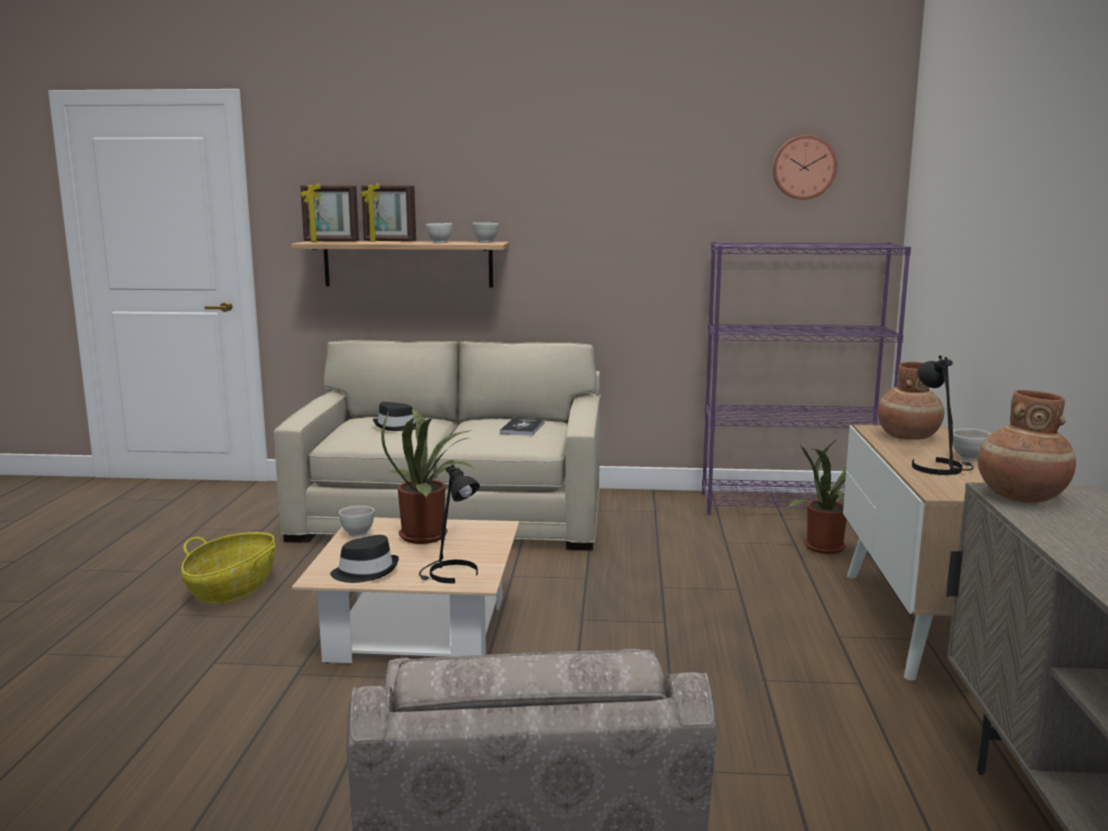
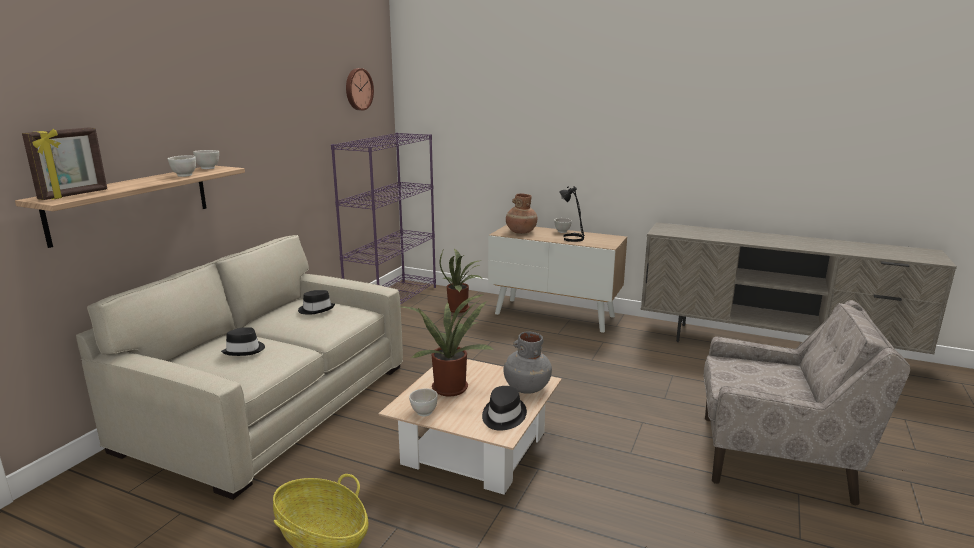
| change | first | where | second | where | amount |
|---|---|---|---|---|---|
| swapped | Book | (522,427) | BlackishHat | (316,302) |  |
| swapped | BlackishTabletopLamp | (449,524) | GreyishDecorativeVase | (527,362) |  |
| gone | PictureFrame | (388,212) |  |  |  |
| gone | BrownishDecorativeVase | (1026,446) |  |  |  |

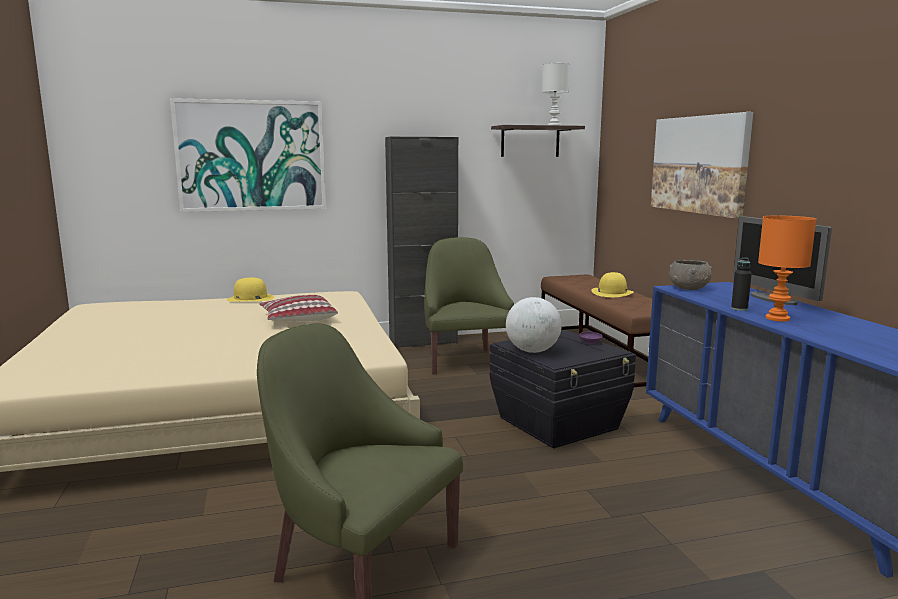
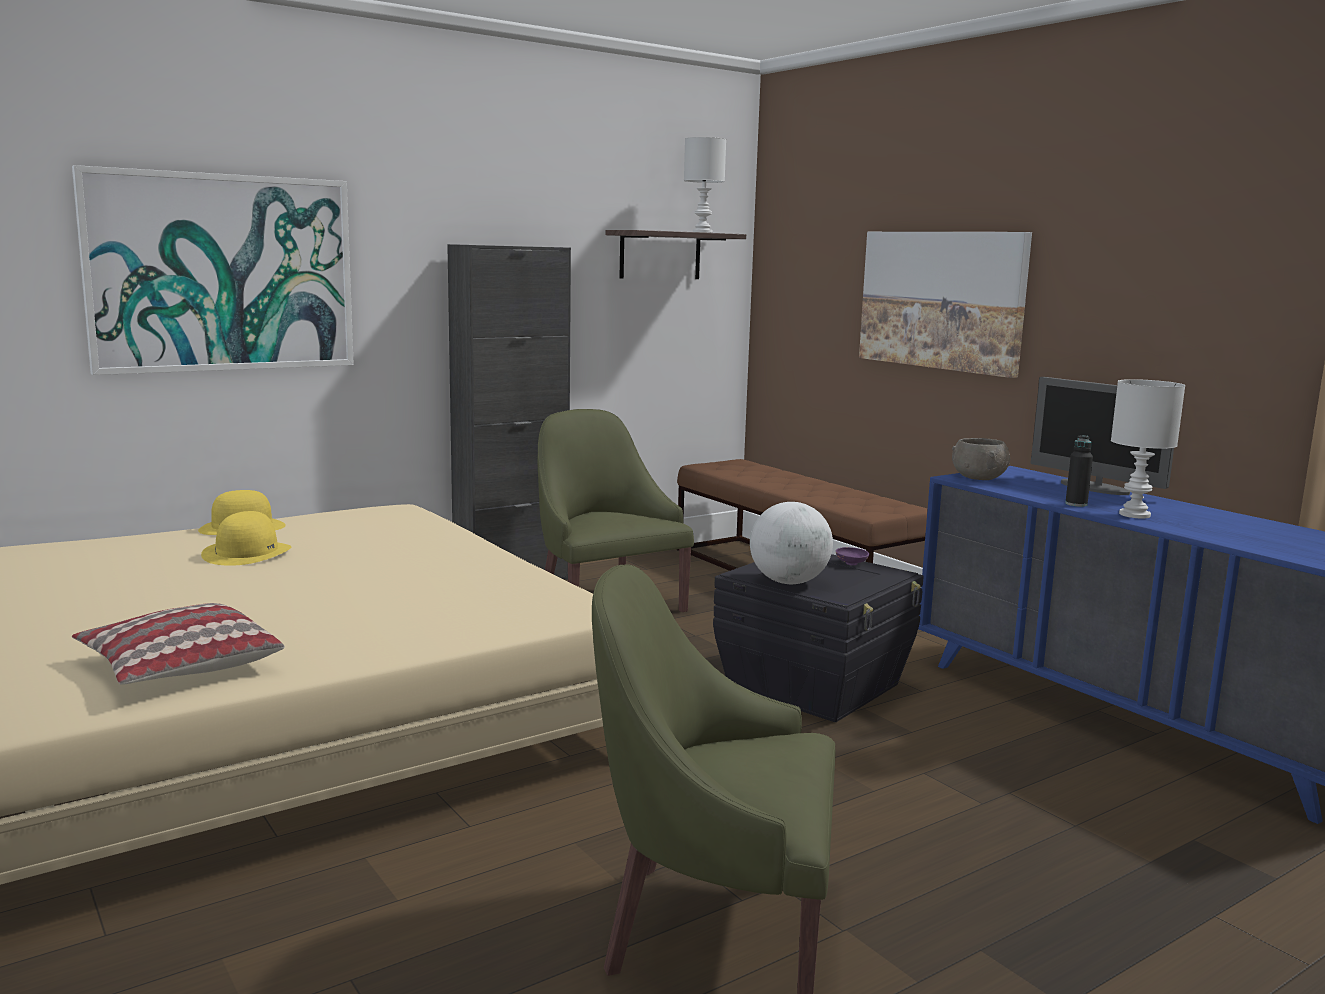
| change | first | where | second | where | amount |
|---|---|---|---|---|---|
| shifted | ThrowPillow | (298,308) |  | (178,644) |  |
| shifted | YellowishHat | (613,284) |  | (246,538) |  |
| repainted | OrangeColouredTabletopLamp | (787,268) | WhitishTabletopLamp | (1148,449) |  |

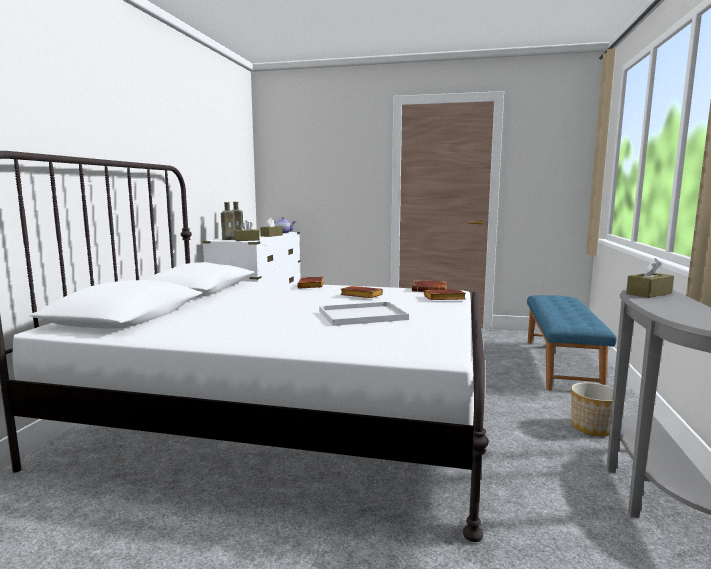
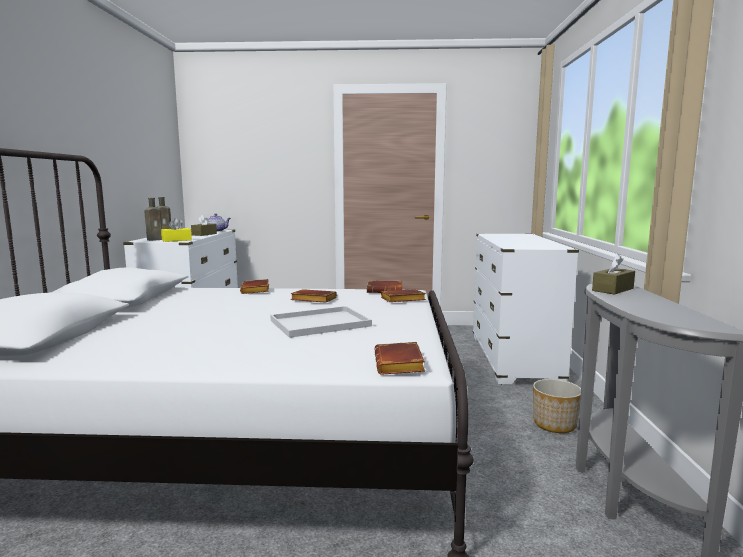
| change | first | where | second | where | amount |
|---|---|---|---|---|---|
| repainted | BrownishBoxOfTissues | (247,230) | YellowishBoxOfTissues | (176,230) |  |
| new |  |  | BrownishBook | (399,358) |  |
| swapped | BlueColouredIndoorBench | (572,342) | WhitishDrawerChest | (526,308) |  |

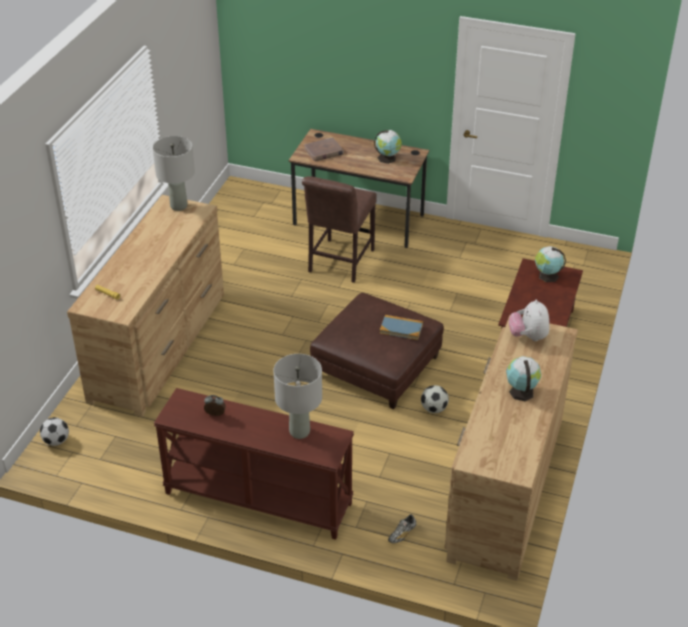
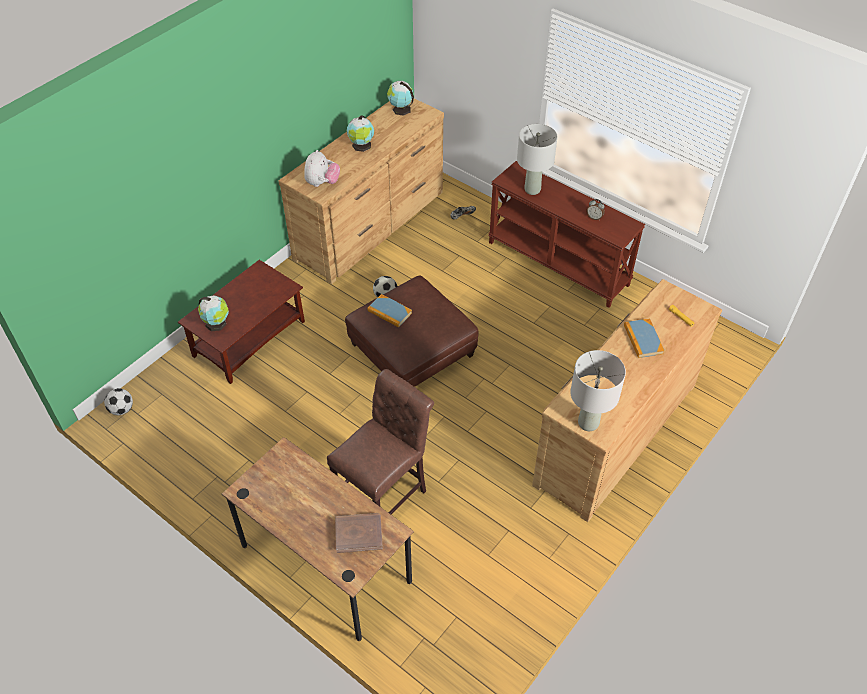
| change | first | where | second | where | amount |
|---|---|---|---|---|---|
| shifted | FootballBall | (54,431) |  | (118,401) |  |
| shifted | Globe | (388,147) |  | (400,98) |  |
| new |  |  | Book | (644,338) |  |

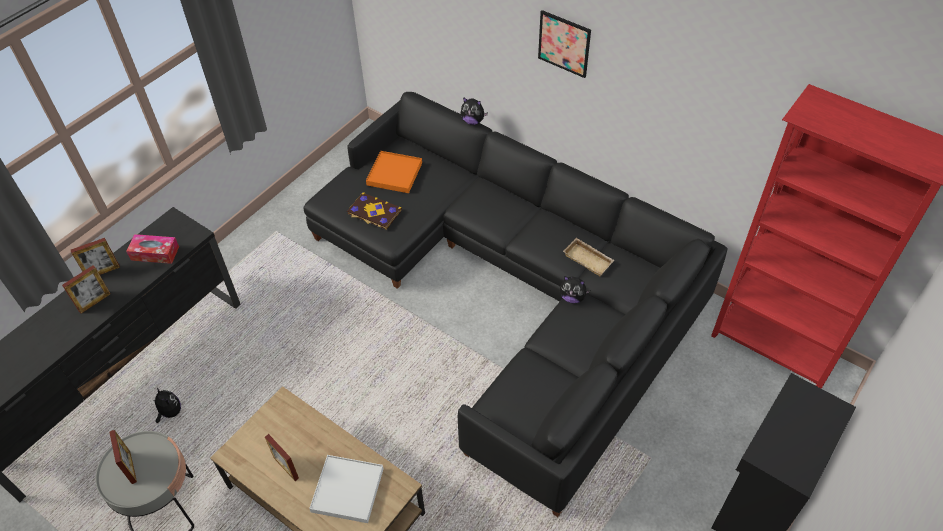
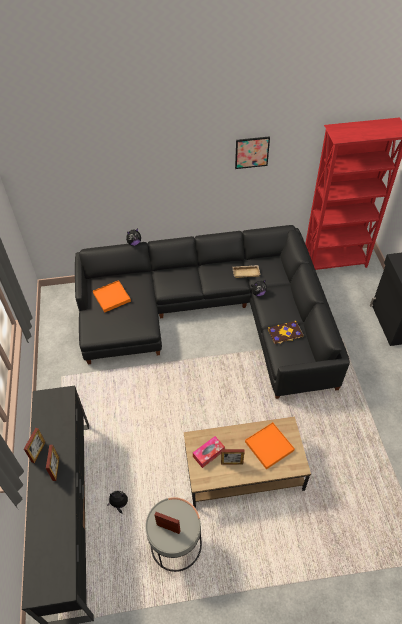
| change | first | where | second | where | amount |
|---|---|---|---|---|---|
| shifted | BoxOfTissues | (152,249) |  | (209,452) |  |
| shifted | Picture | (564,44) |  | (252,152) |  |
| repainted | WhitishTray | (346,489) | OrangeColouredTray | (270,445) |  |
| shifted | Book | (374,211) |  | (286,332) |  |

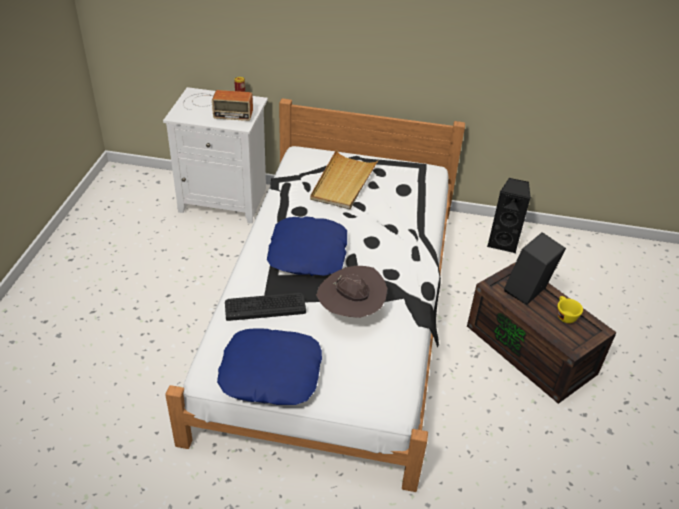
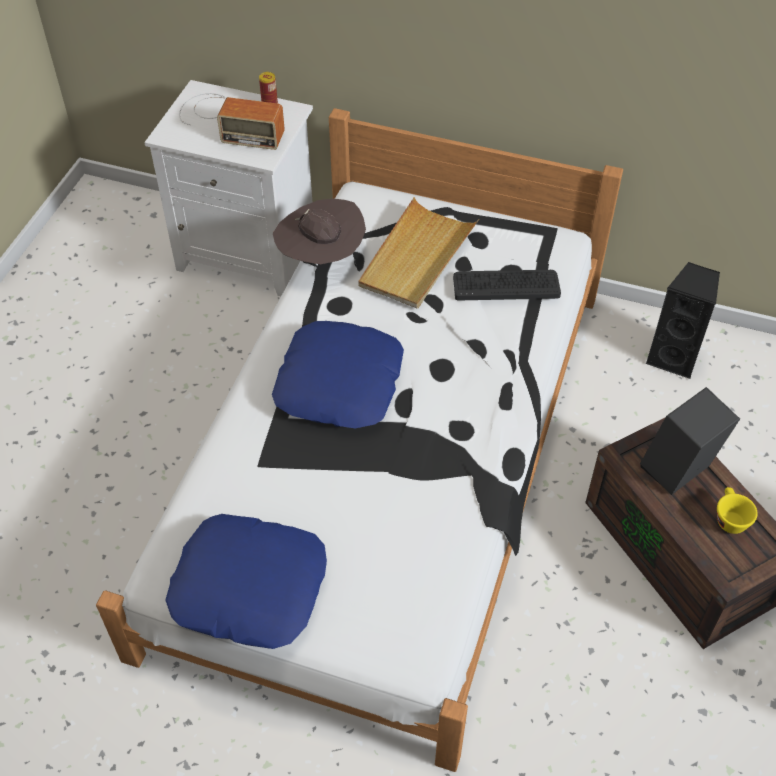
| change | first | where | second | where | amount |
|---|---|---|---|---|---|
| shifted | BrownishHat | (351,292) |  | (319,231) |  |
| shifted | Keyboard | (265,307) |  | (507,285) |  |

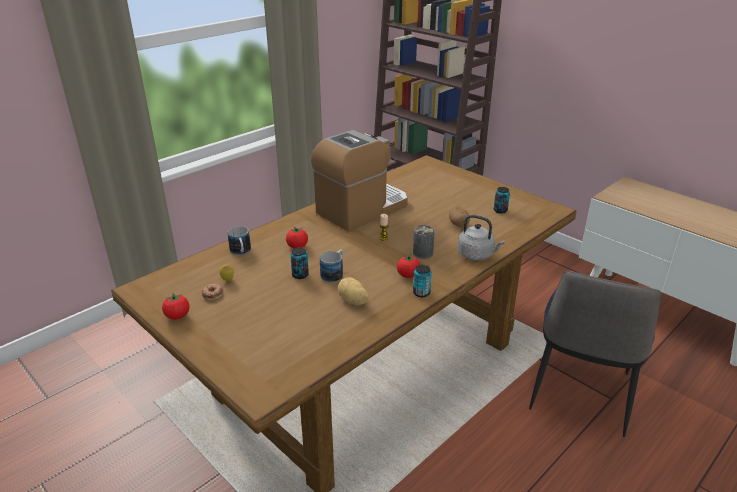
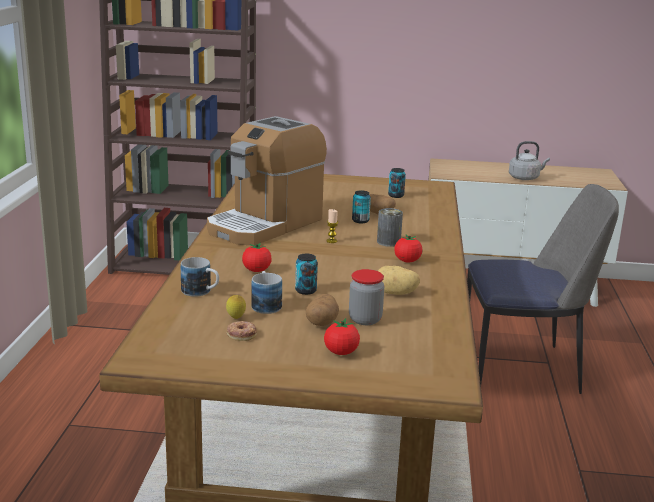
| change | first | where | second | where | amount |
|---|---|---|---|---|---|
| rotated | CoffeeMaker | (359,181) |  | (267,180) | 150 degrees counterclockwise |
| shifted | CoffeeMug | (331,266) |  | (266,292) |  |
| new |  |  | WholePotato | (322,310) |  |
| shifted | Tomato | (176,306) |  | (342,336) |  |
| new |  |  | StorageJar | (366,297) |  |
| shifted | SealedCan | (422,281) |  | (361,206) |  |
| rotated | PlainChair | (595,354) |  | (543,289) | 75 degrees counterclockwise |
| shifted | GreyishWaterKettle | (481,237) |  | (529,160) |  |

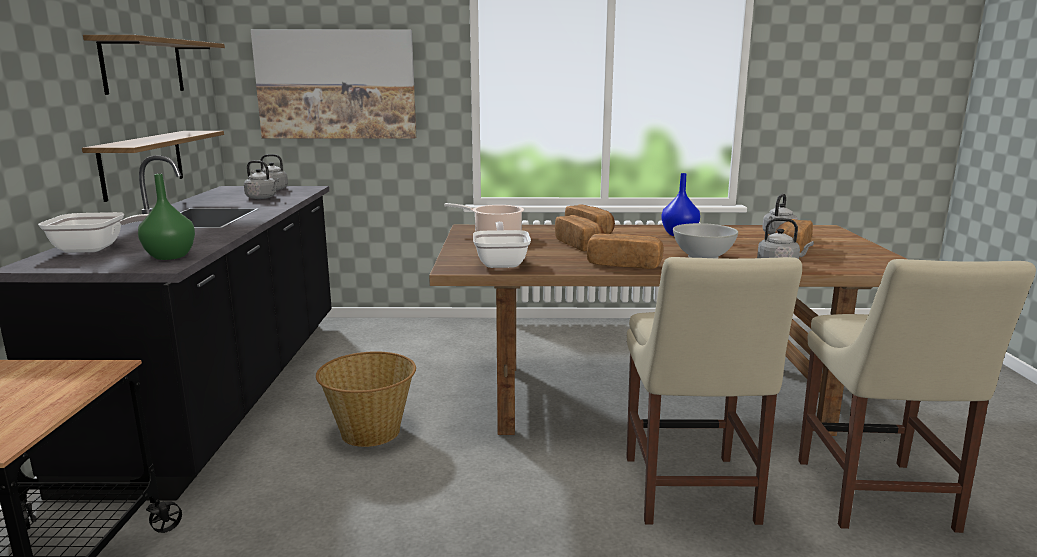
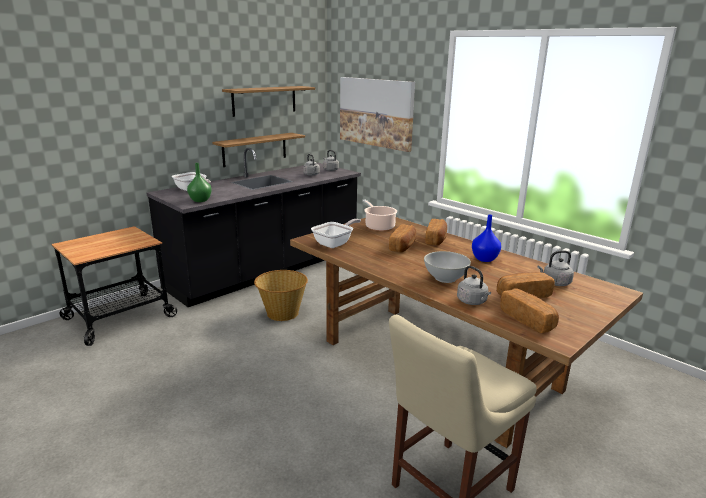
| change | first | where | second | where | amount |
|---|---|---|---|---|---|
| shifted | BakeryBread | (625,251) |  | (529,310) |  |
| gone | BeigePlainChair | (714,391) |  |  |  |

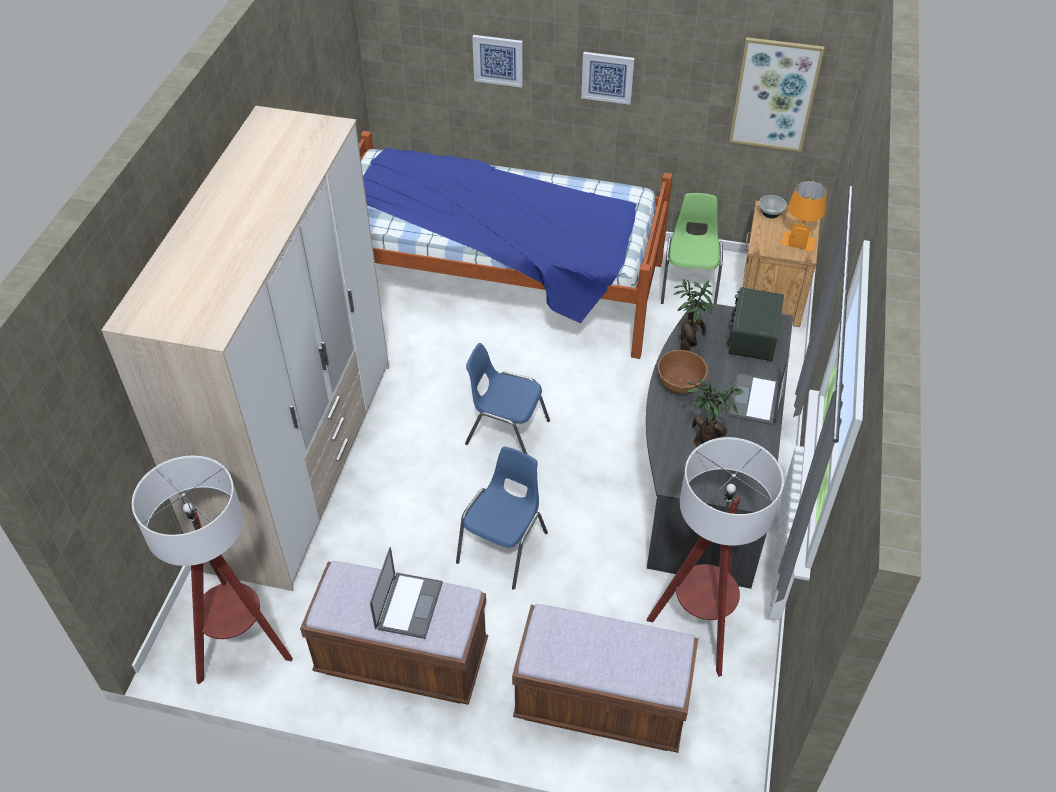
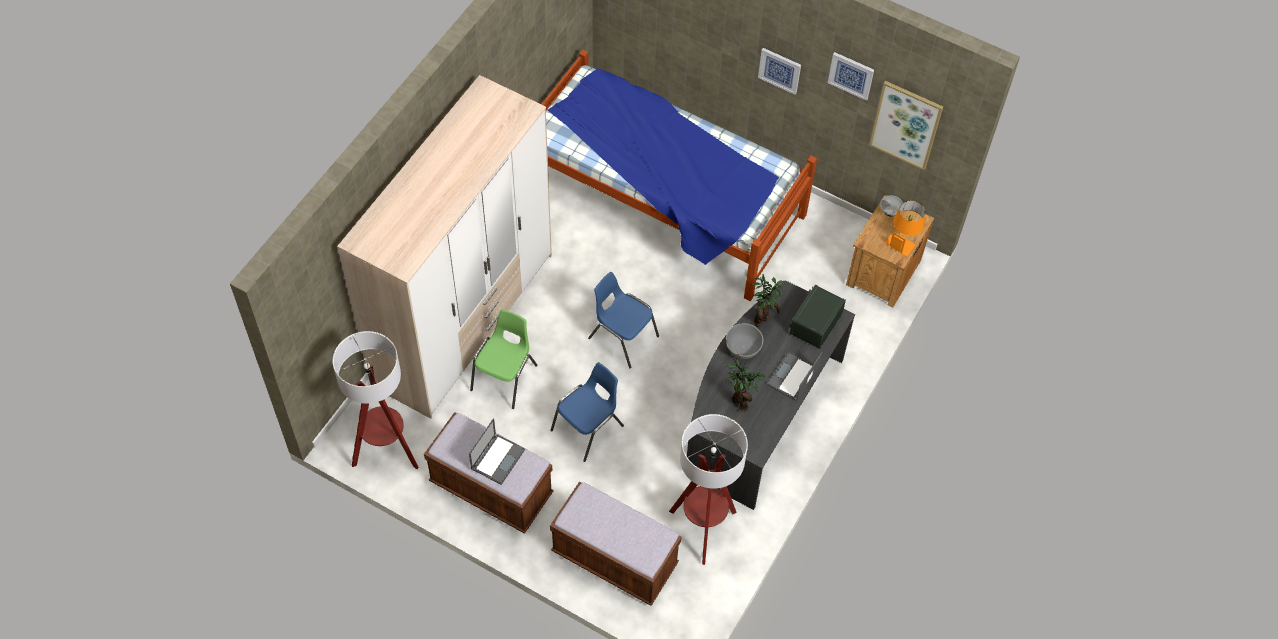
| change | first | where | second | where | amount |
|---|---|---|---|---|---|
| shifted | GreenPlainChair | (692,248) |  | (504,359) |  |
| repainted | BrownishBowl | (683,372) | GreyishBowl | (744,341) |  |
| shifted | Picture | (497,61) |  | (851,76) |  |

